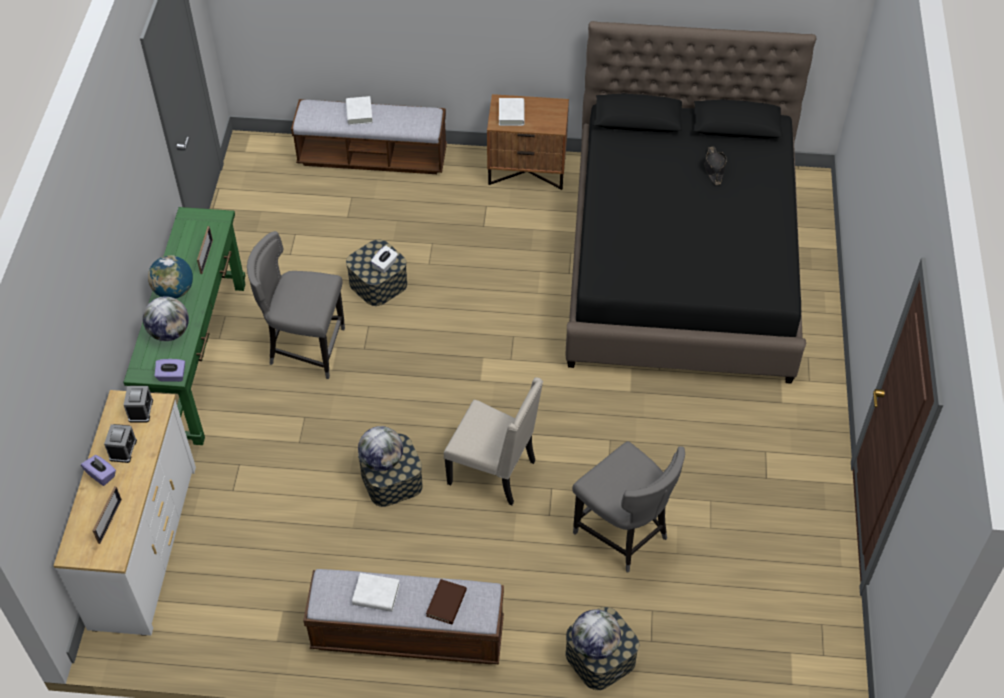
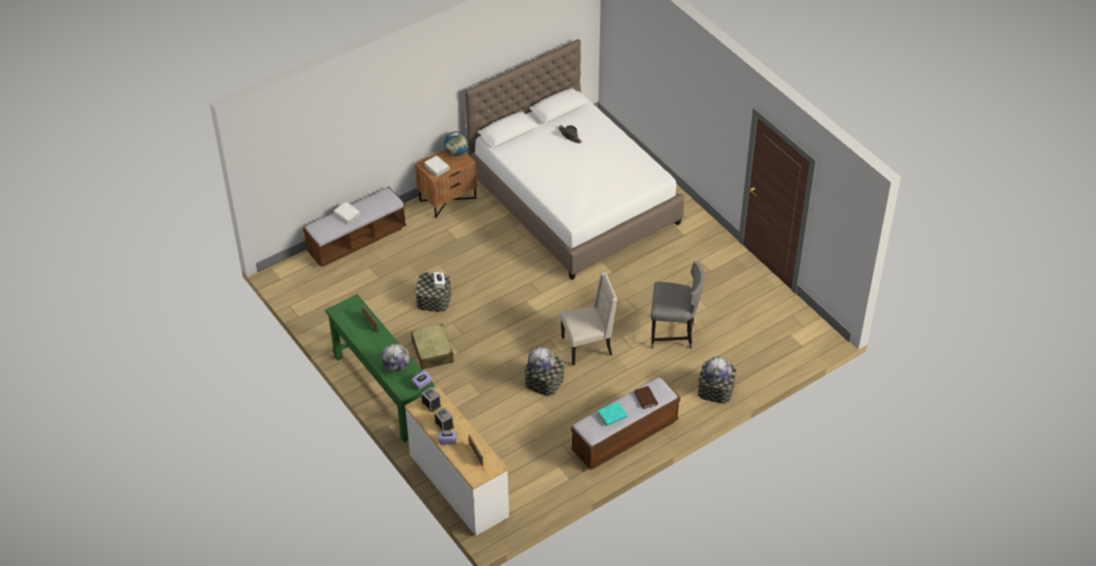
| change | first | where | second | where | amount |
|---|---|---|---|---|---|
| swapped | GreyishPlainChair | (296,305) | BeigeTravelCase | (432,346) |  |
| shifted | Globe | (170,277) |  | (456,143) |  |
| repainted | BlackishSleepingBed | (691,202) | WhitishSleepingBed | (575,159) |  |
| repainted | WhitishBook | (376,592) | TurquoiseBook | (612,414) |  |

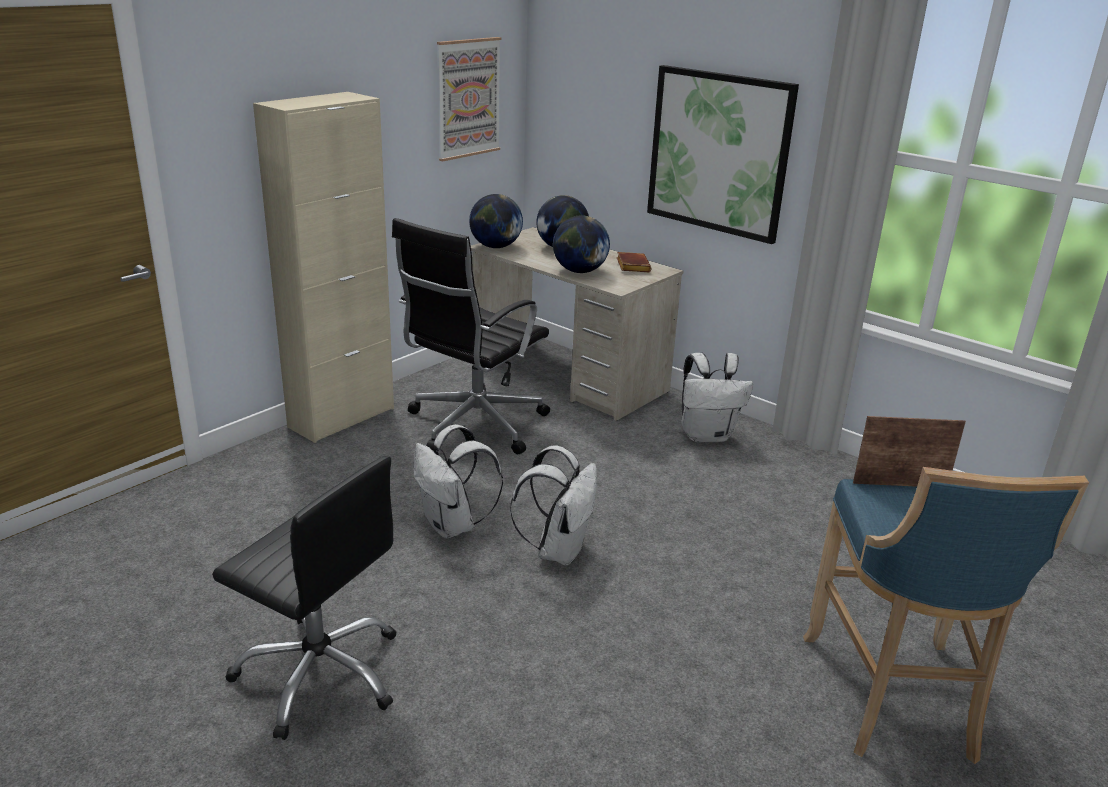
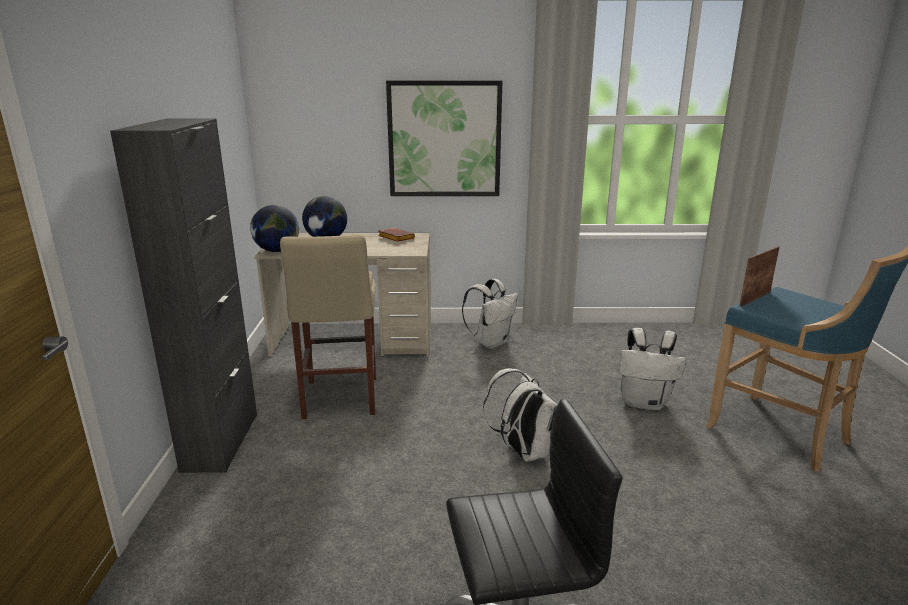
| change | first | where | second | where | amount |
|---|---|---|---|---|---|
| repainted | BeigeCabinet | (323,267) | BlackishCabinet | (183,295) |  |
| swapped | BlackishOfficeChair | (471,336) | BeigeStool | (328,327) |  |
| shifted | WhitishBackpack | (458,481) |  | (652,369) |  |
| gone | Picture | (469,99) |  |  |  |
| gone | Globe | (581,244) |  |  |  |

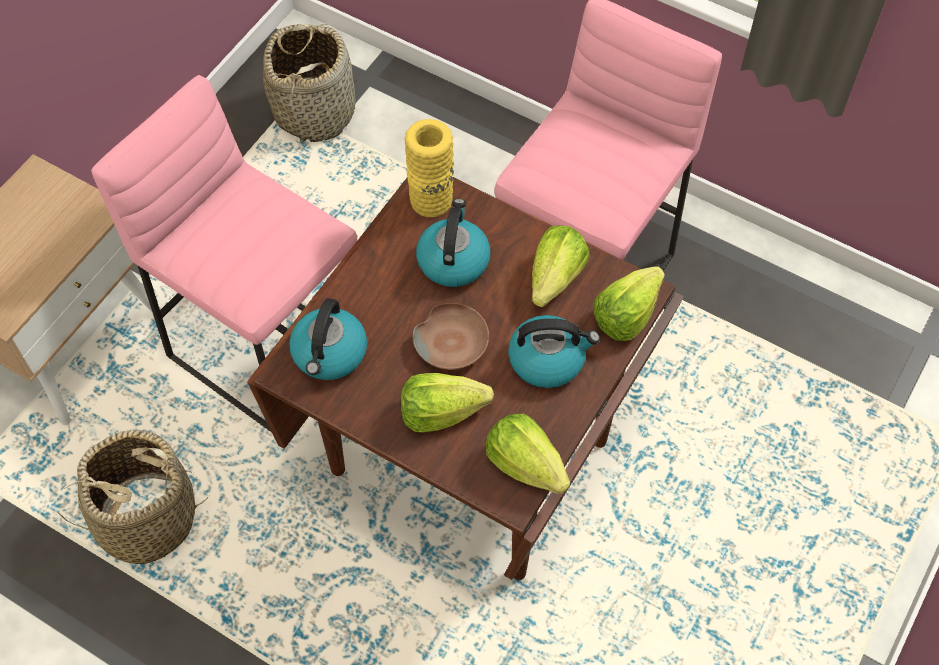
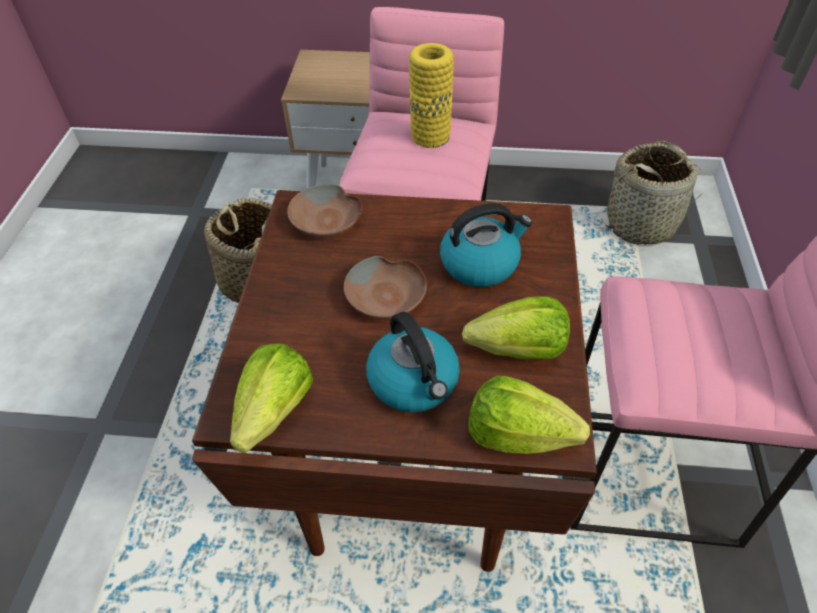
| change | first | where | second | where | amount |
|---|---|---|---|---|---|
| swapped | WaterKettle | (328,339) | BrownishBowl | (324,210) |  |
| shifted | YellowishDecorativeVase | (429,168) |  | (431,95) |  |
| gone | Lettuce | (447,402) |  |  |  |

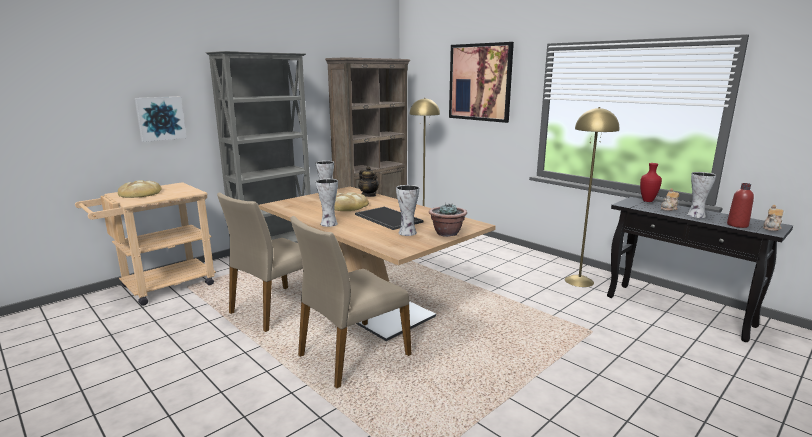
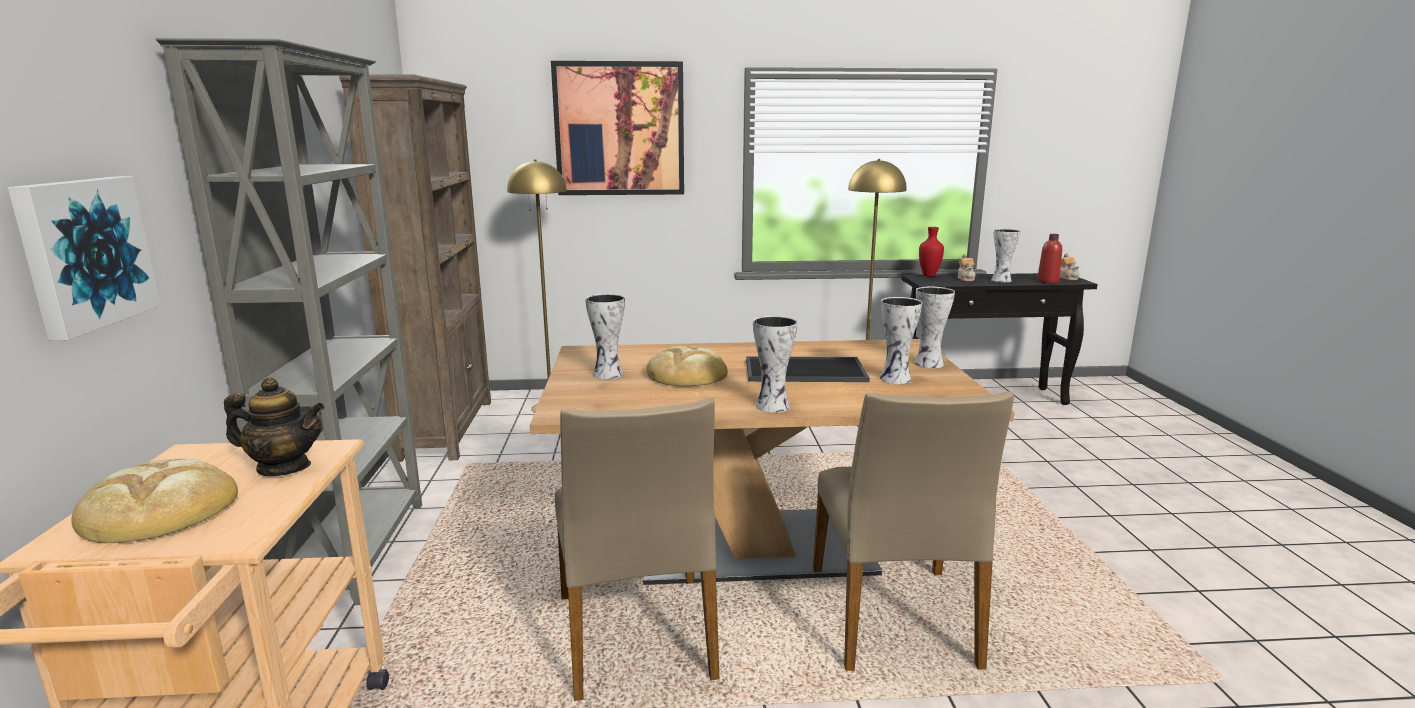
| change | first | where | second | where | amount |
|---|---|---|---|---|---|
| shifted | TeaPot | (368,181) |  | (274,426) |  |
| swapped | Houseplant | (448,220) | DecorativeVase | (934,327) |  |

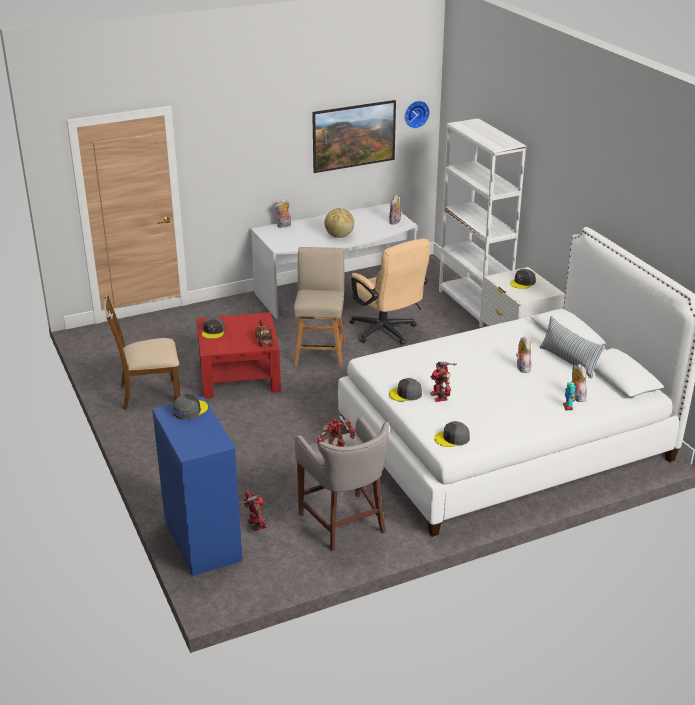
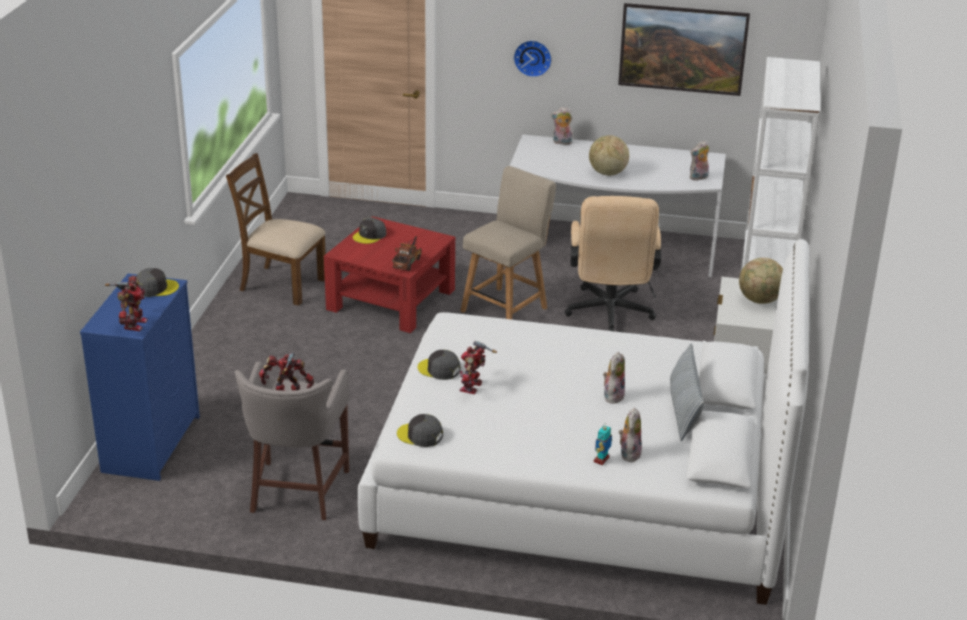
| change | first | where | second | where | amount |
|---|---|---|---|---|---|
| shifted | ToyRobot | (253,510) |  | (126,303) |  |
| shifted | WallClock | (417,115) |  | (532,58) |  |
| swapped | GreyishBaseballCap | (523,279) | Globe | (761,281) |  |

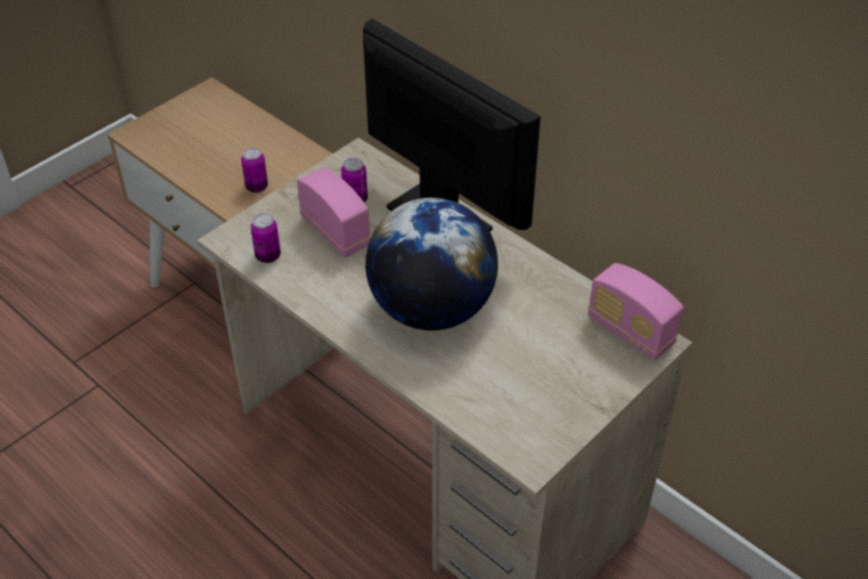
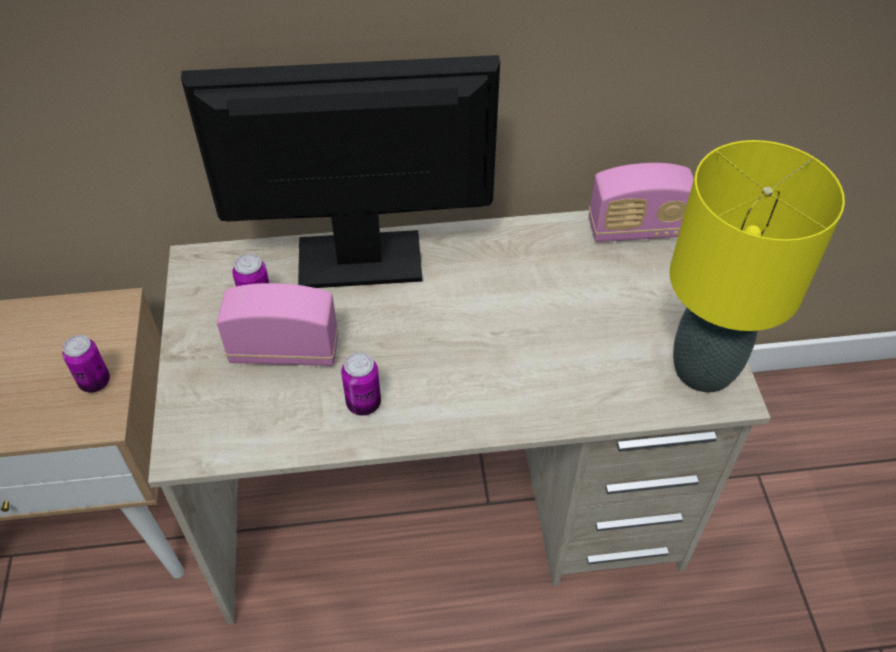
| change | first | where | second | where | amount |
|---|---|---|---|---|---|
| shifted | SealedCan | (265,238) |  | (361,383) |  |
| new |  |  | YellowishTabletopLamp | (757,266) |  |
| gone | Globe | (431,264) |  |  |  |

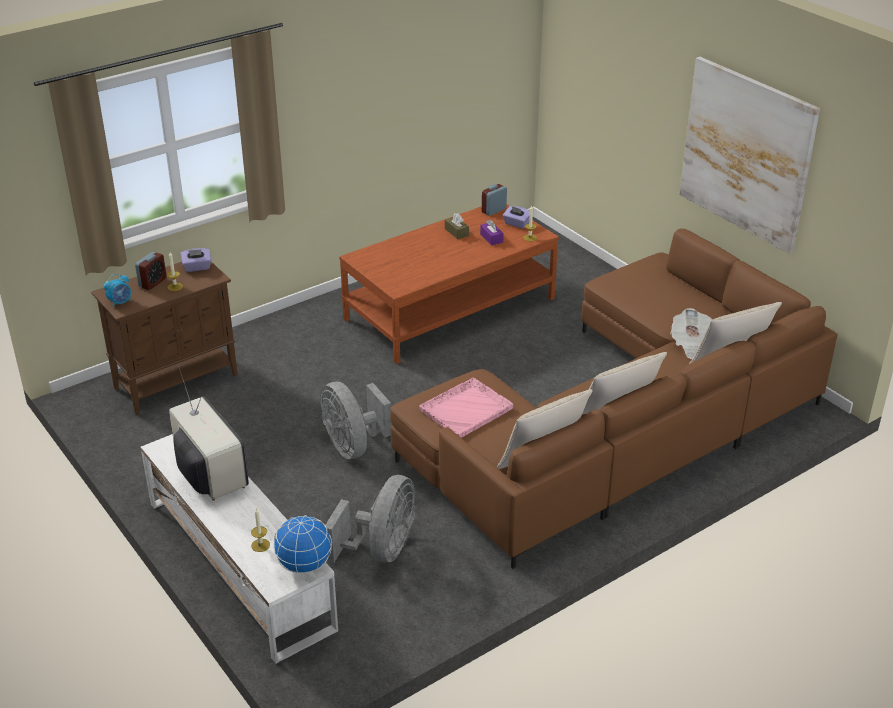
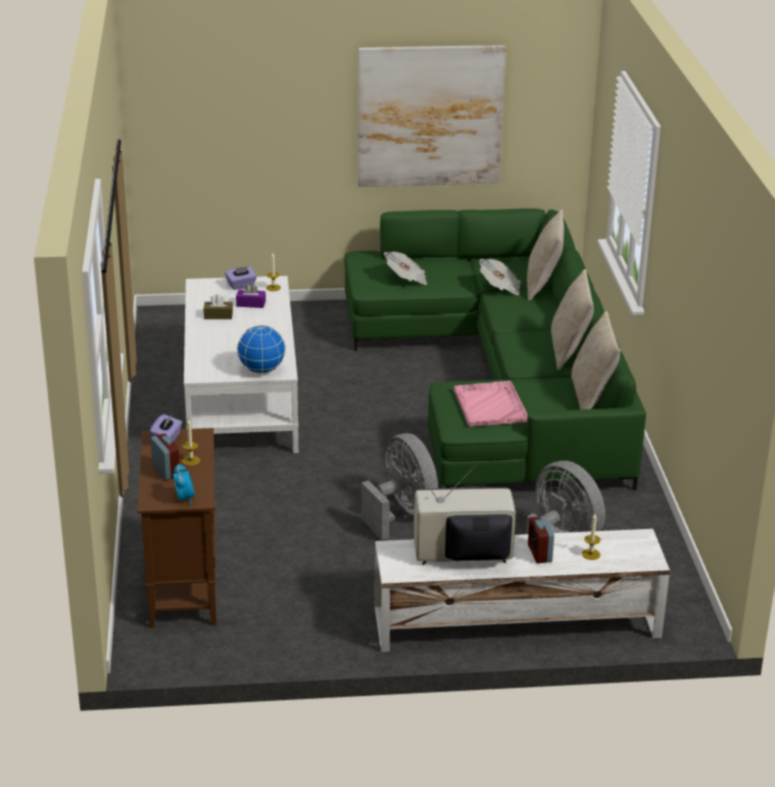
| change | first | where | second | where | amount |
|---|---|---|---|---|---|
| repainted | BrownishLoungeTable | (449,284) | WhitishLoungeTable | (241,364) |  |
| shifted | Globe | (302,544) |  | (261,349) |  |
| repainted | BrownishSofa | (614,399) | GreenSofa | (495,349) |  |
| rotated | GreyishElectricFan | (356,420) |  | (399,486) | 120 degrees counterclockwise |
| new |  |  | PrintedPaper | (405,268) |  |
| shifted | TableClock | (494,200) |  | (541,539) |  |

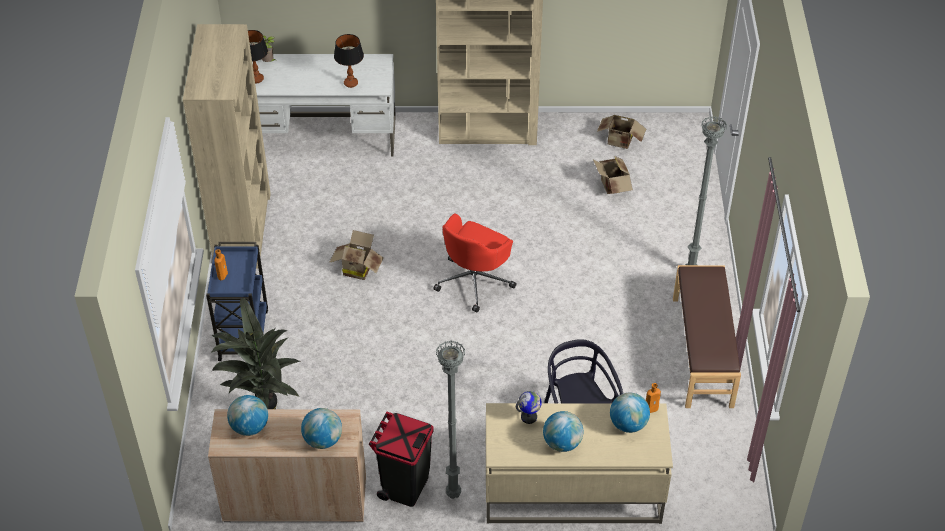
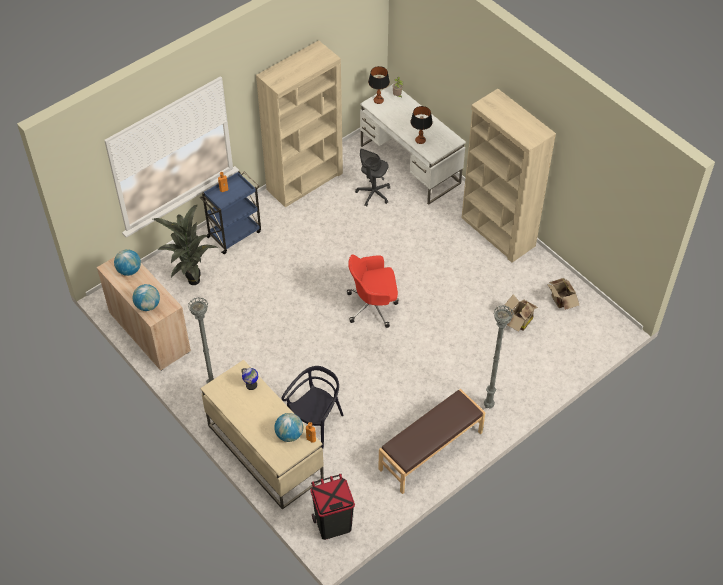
| change | first | where | second | where | amount |
|---|---|---|---|---|---|
| shifted | BlackishRubbishBin | (401,459) |  | (332,507) |  |
| new |  |  | GreyishOfficeChair | (372,177) |  |
| gone | Carton | (356,255) |  |  |  |
| gone | Globe | (563,431) |  |  |  |

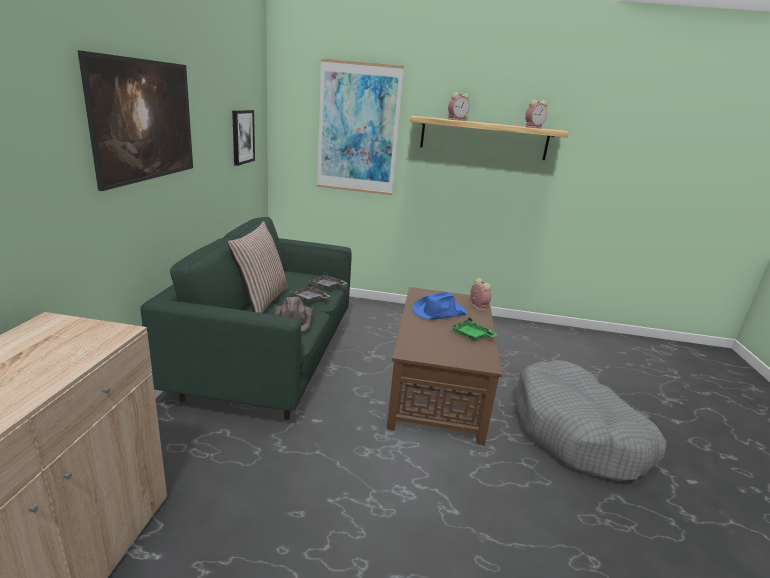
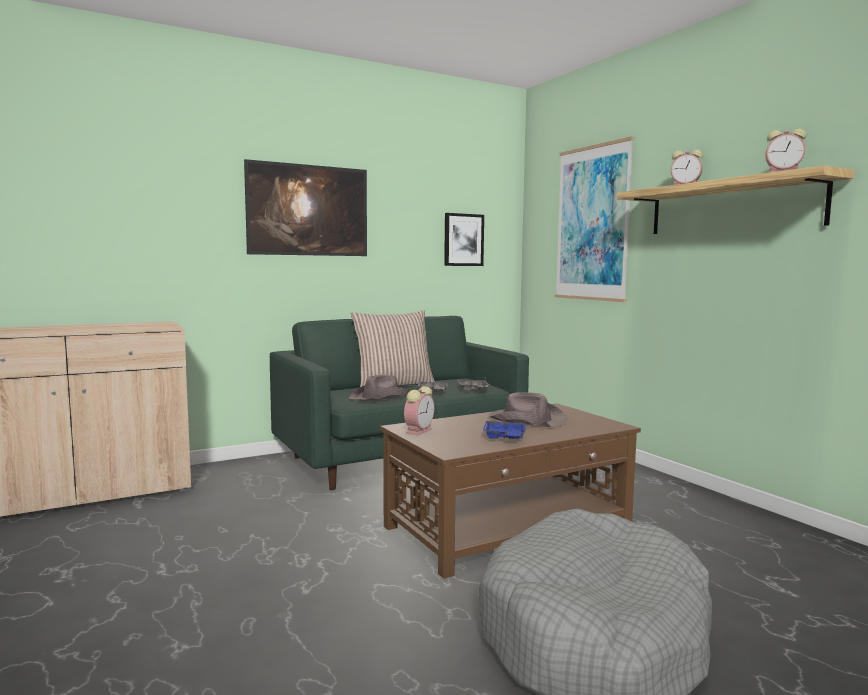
| change | first | where | second | where | amount |
|---|---|---|---|---|---|
| shifted | TableClock | (480,294) |  | (419,410) |  |
| repainted | GreenTray | (474,329) | BlueColouredTray | (504,429) |  |
| repainted | BlueColouredHat | (439,306) | BrownishHat | (528,409) |  |

